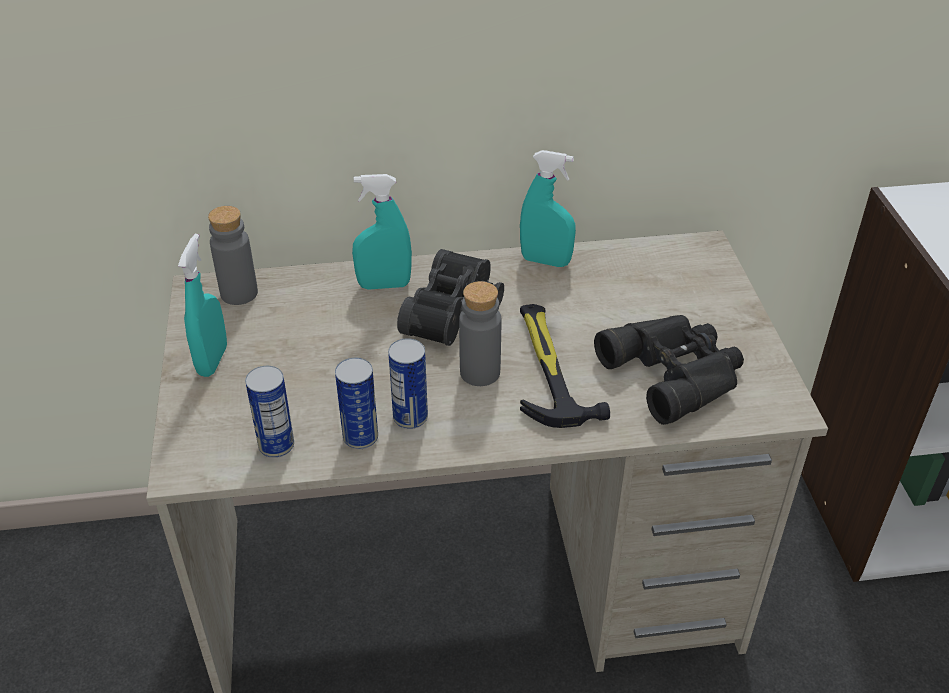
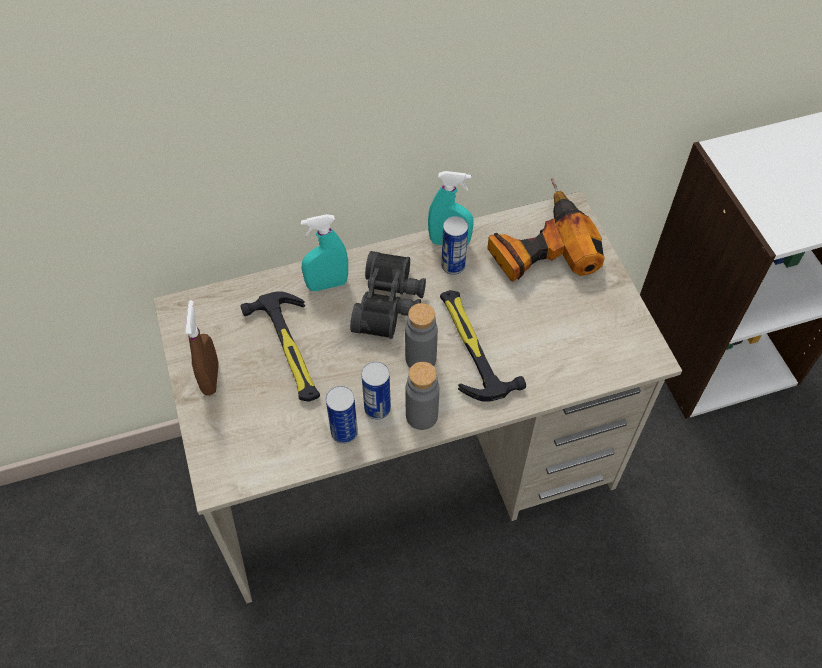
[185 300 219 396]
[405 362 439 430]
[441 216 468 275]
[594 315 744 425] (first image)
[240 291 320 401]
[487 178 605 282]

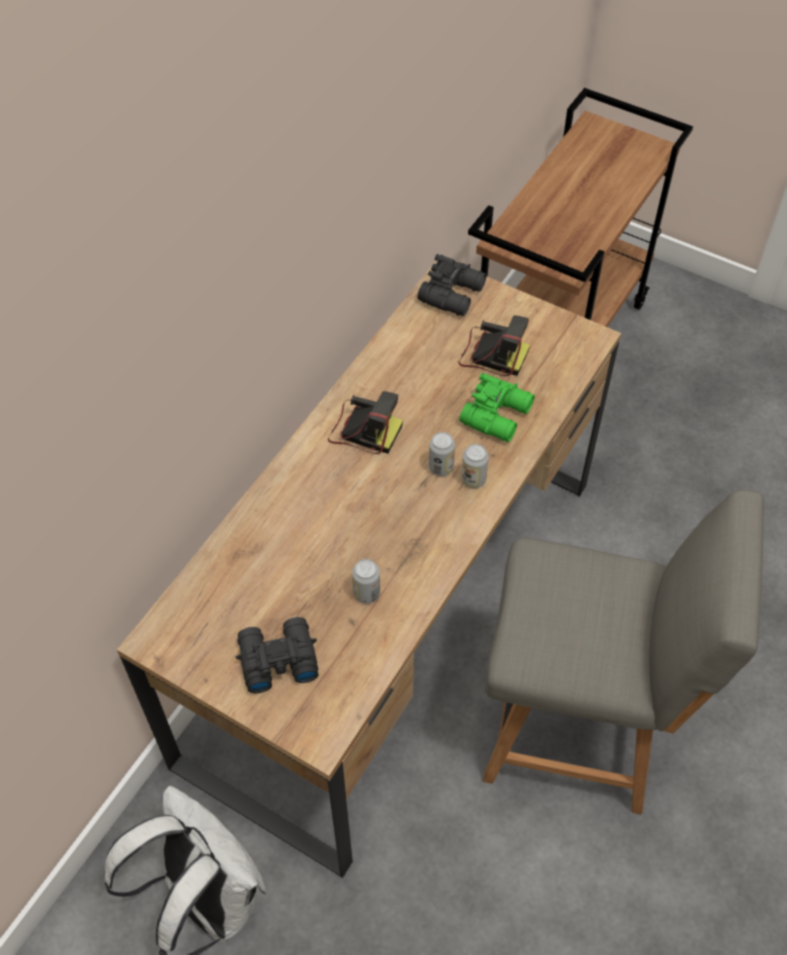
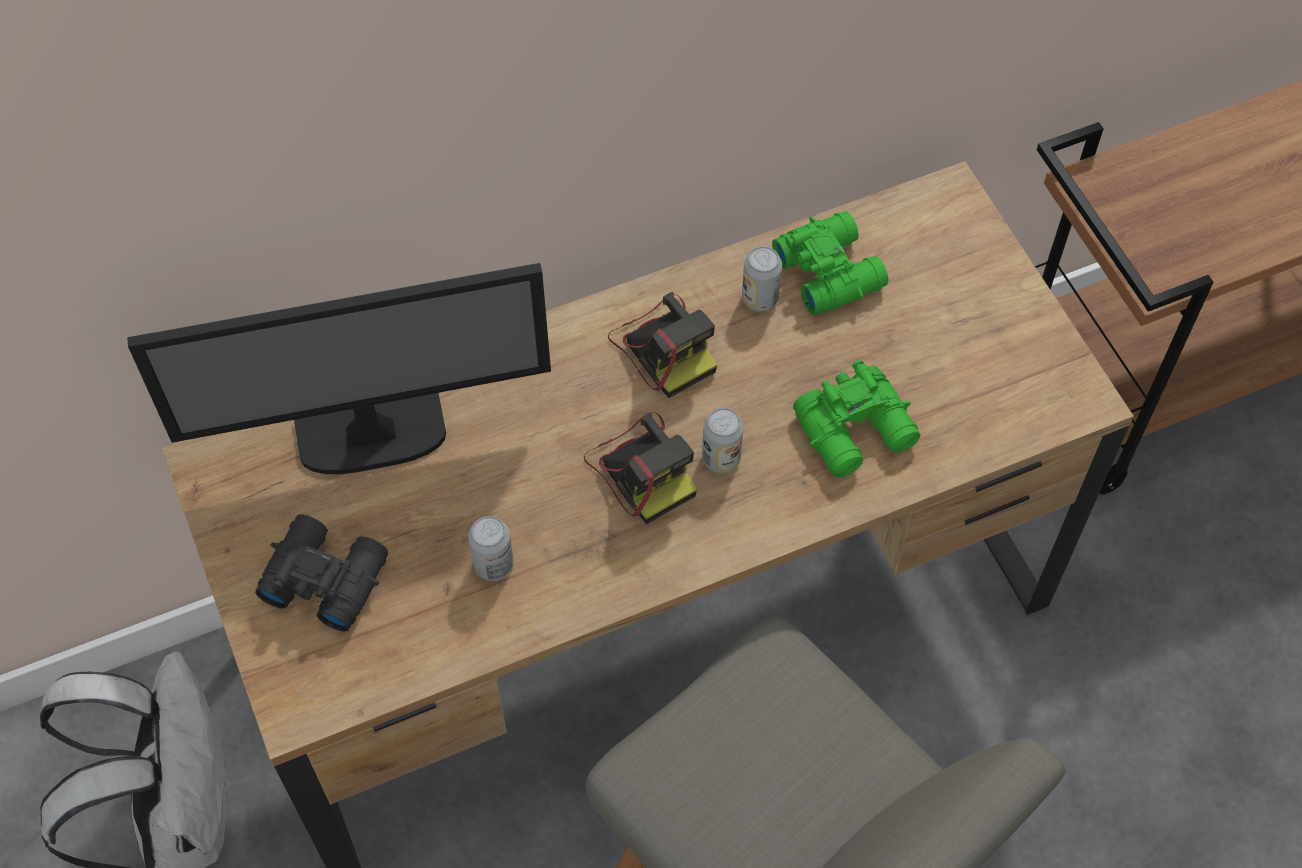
[417 254 486 316] (first image)
[584 412 697 524]
[742 246 782 312]
[127 263 551 474]
[772 211 888 315]

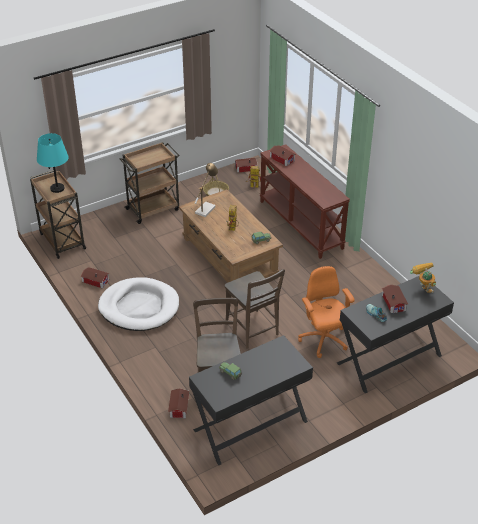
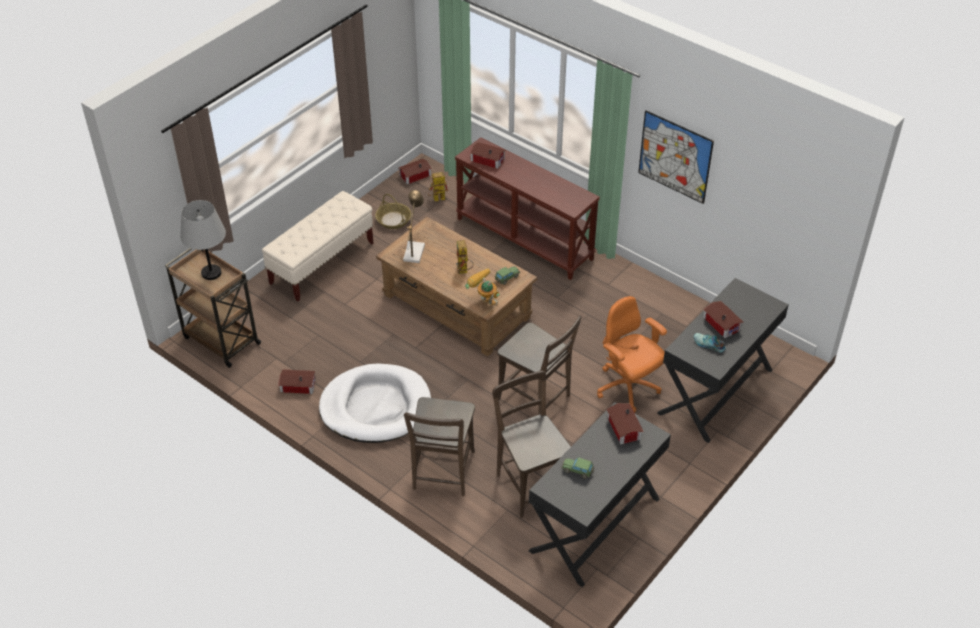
[180 200 226 280]
[262 191 373 301]
[607 403 644 445]
[465 268 500 305]
[404 397 475 496]
[638 110 714 204]

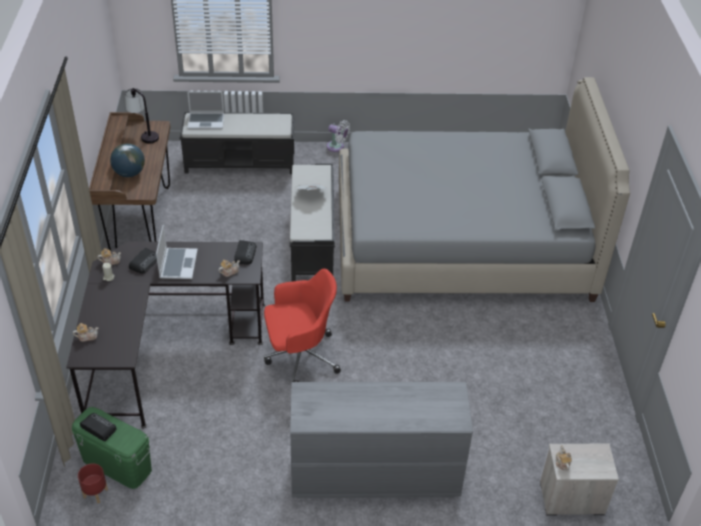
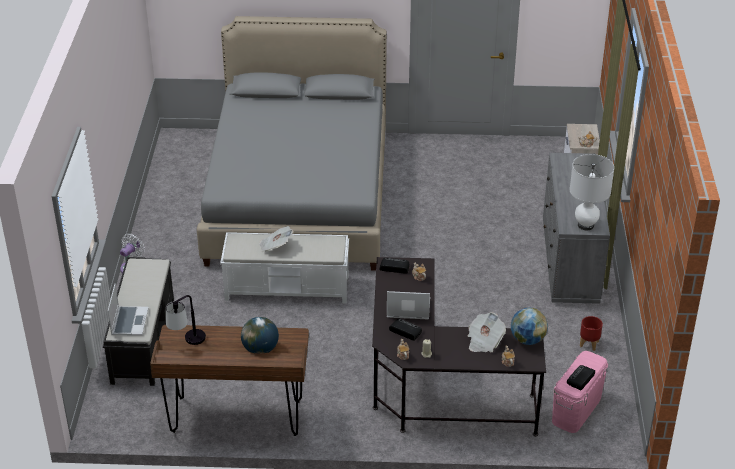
[552 351 608 433]
[580 316 603 351]
[264 269 341 382] (first image)
[220 232 349 303]
[468 312 506 353]
[511 308 548 345]
[570 154 614 231]

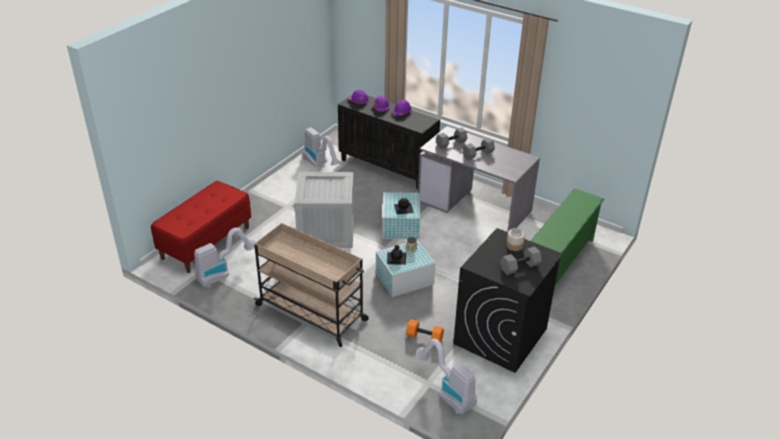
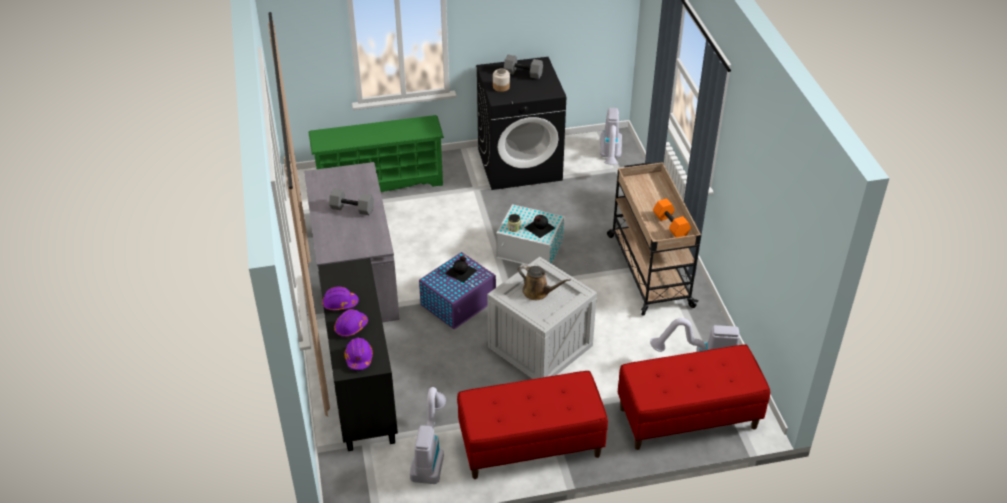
[419 252 496 330]
[653 198 691 237]
[436 128 468 149] (first image)
[457 371 608 479]
[517 264 570 300]

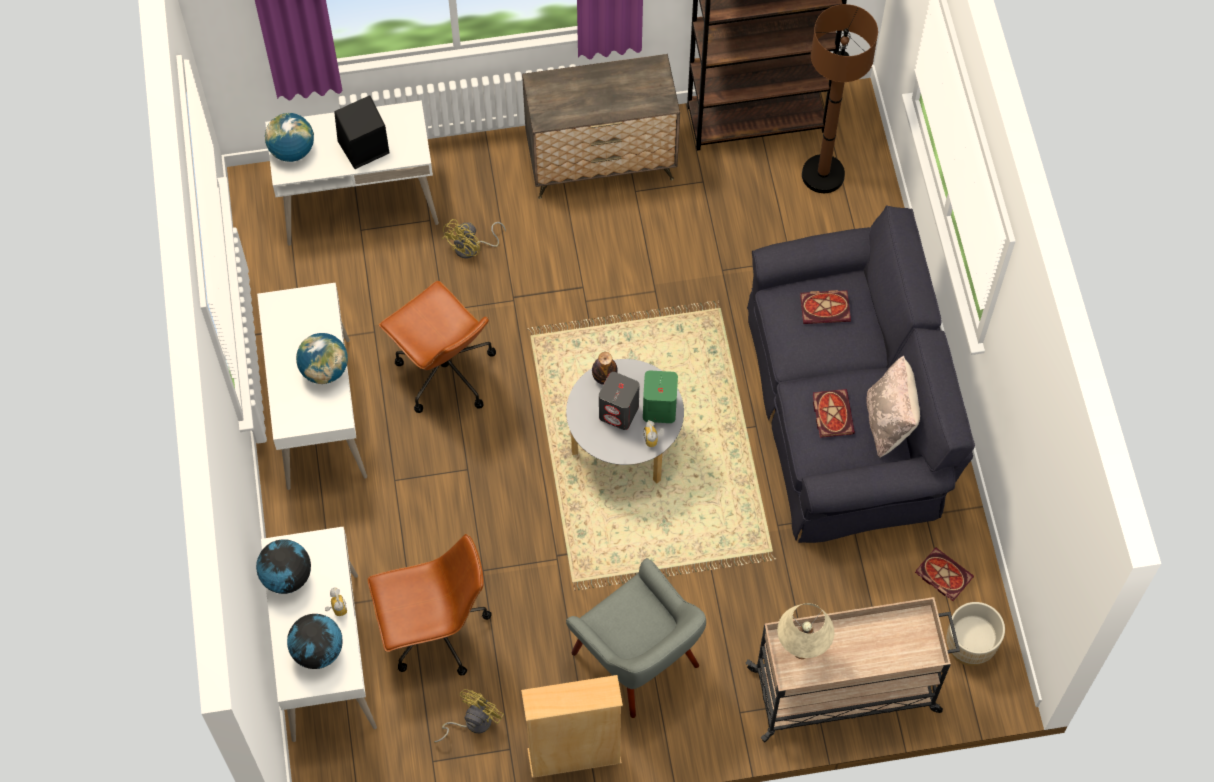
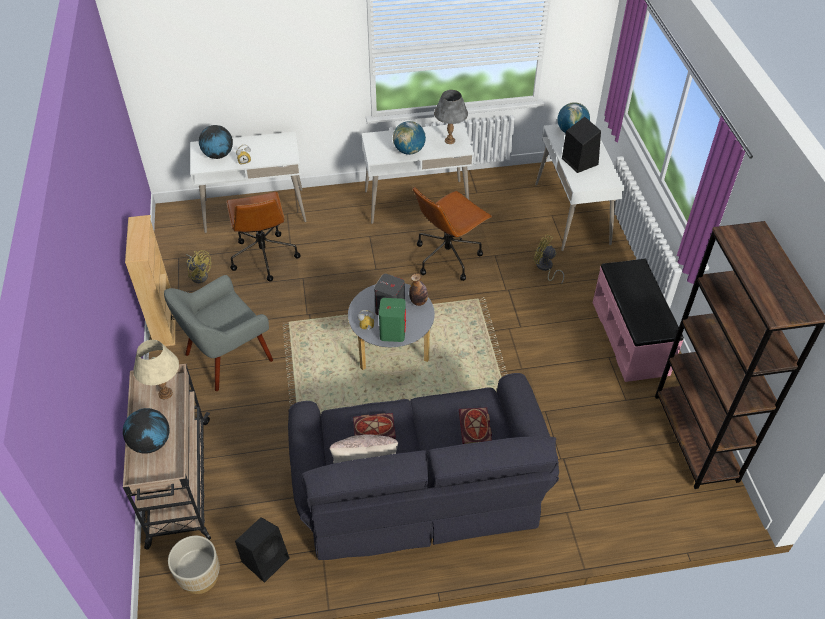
[123 408 170 454]
[593 259 684 382]
[802 4 878 193] (first image)
[235 517 290 583]
[434 90 468 144]

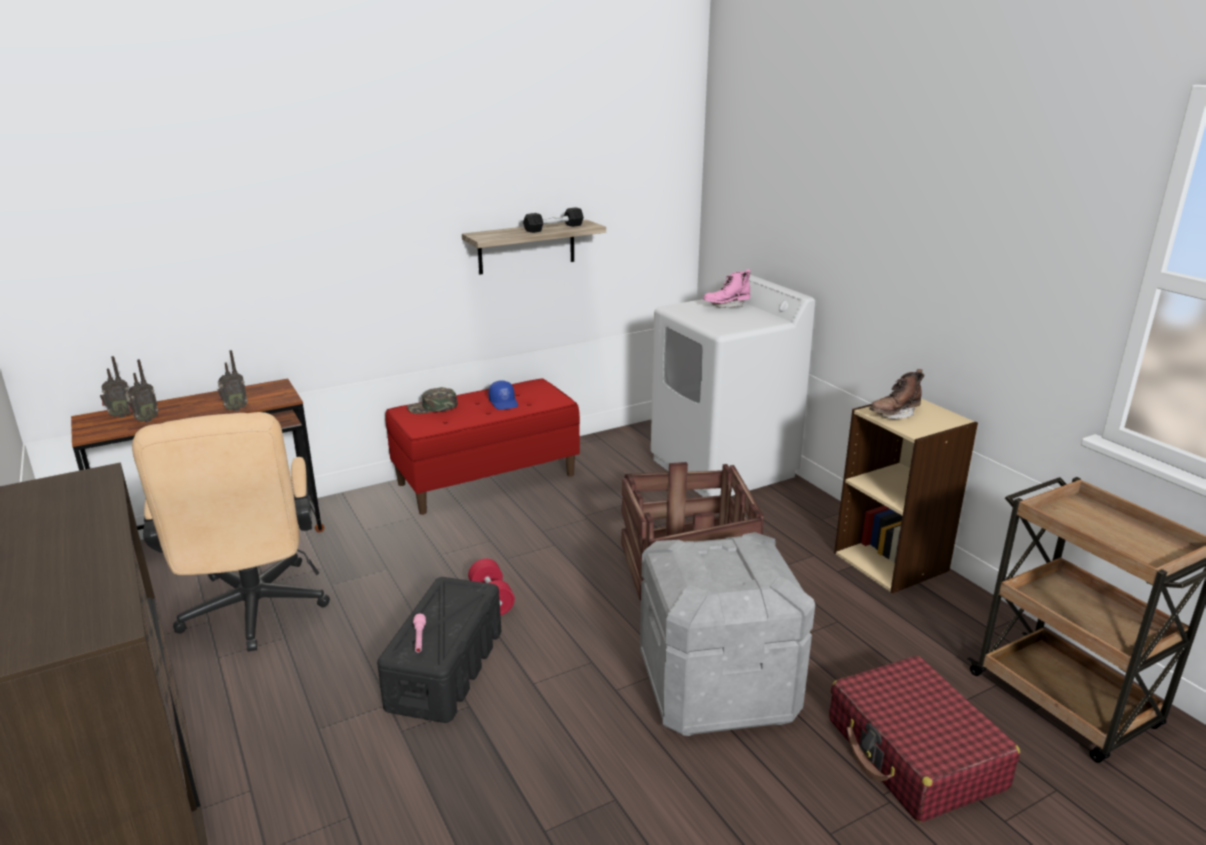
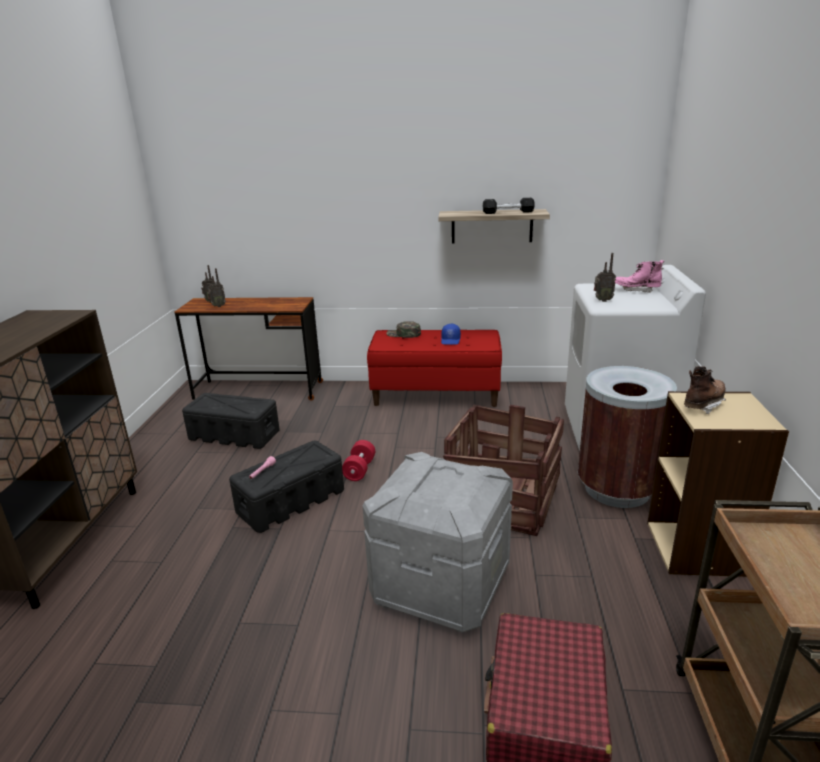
[182 393 280 449]
[594 253 616 302]
[684 366 726 414]
[578 366 677 508]

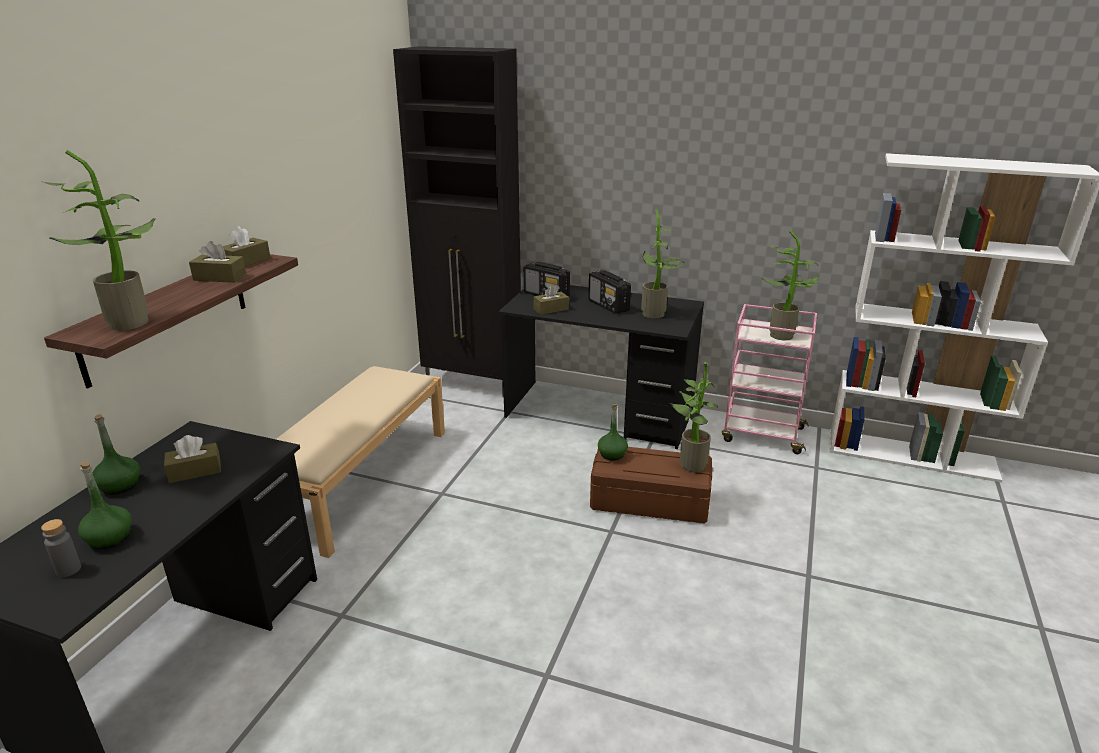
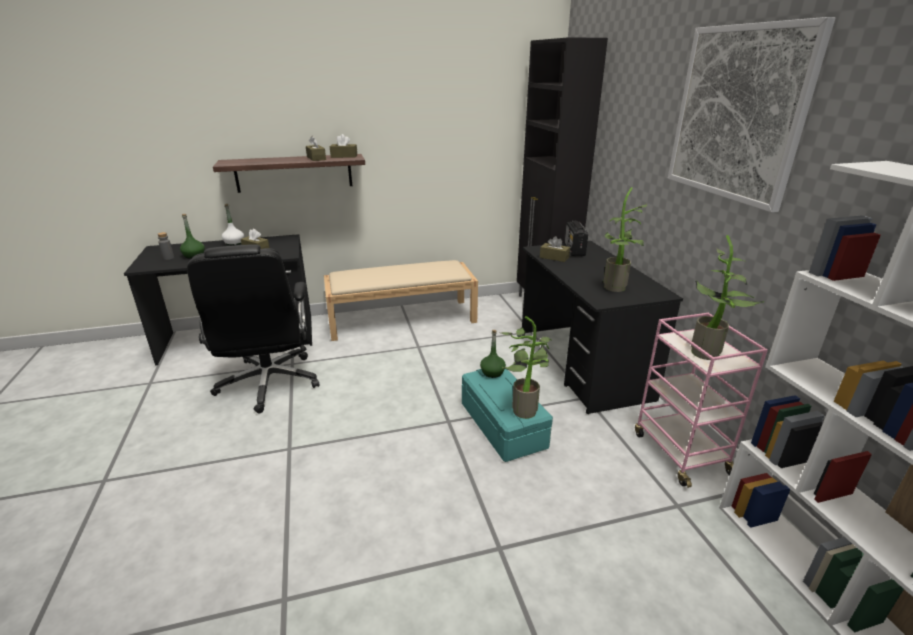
[41 150 156 330] (first image)
[222 204 244 246]
[588 270 631 314] (first image)
[462 367 553 462]
[187 244 320 414]
[668 17 836 213]

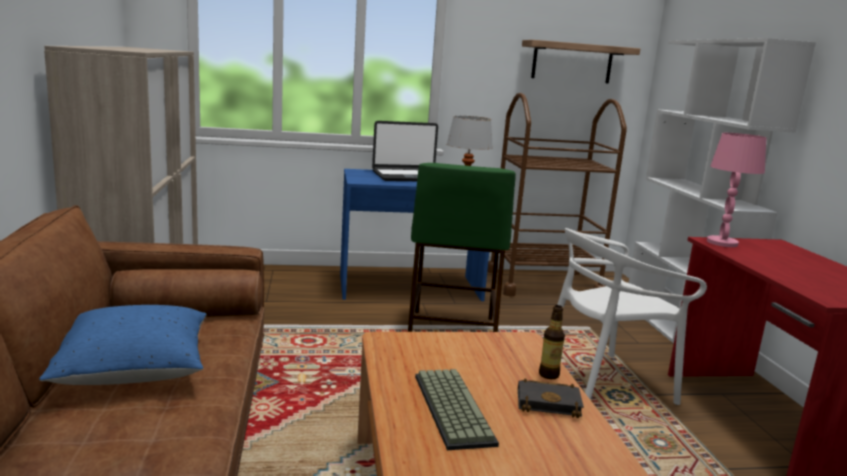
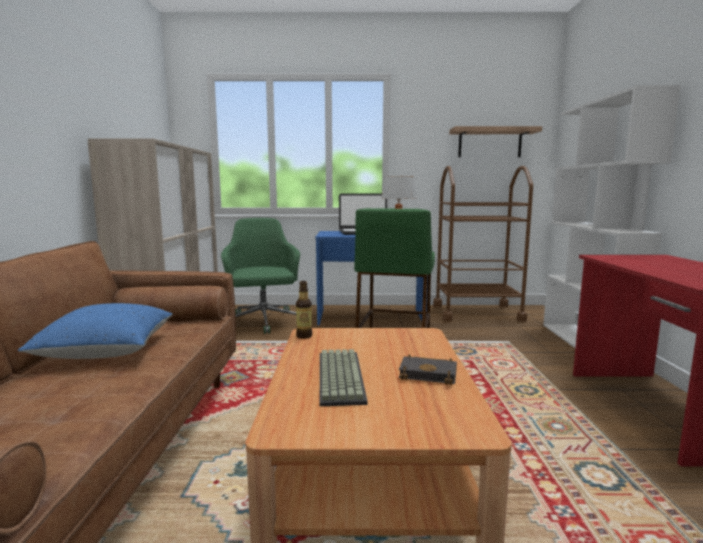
[296 281 312 339]
[557 228 707 405] (first image)
[707 133 766 247] (first image)
[221 218 300 334]

